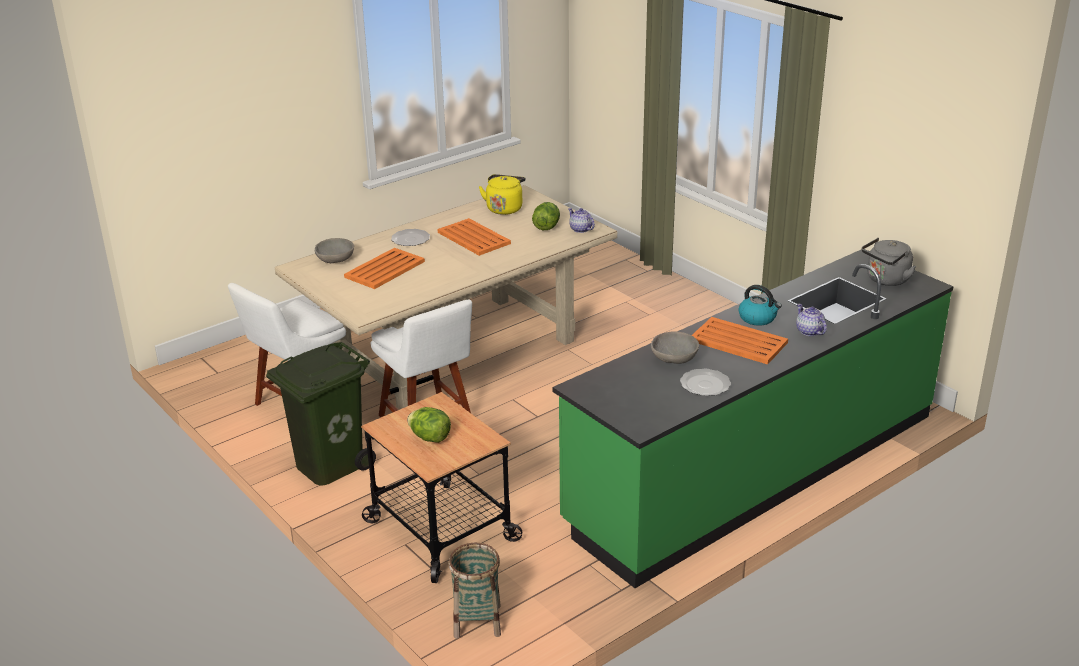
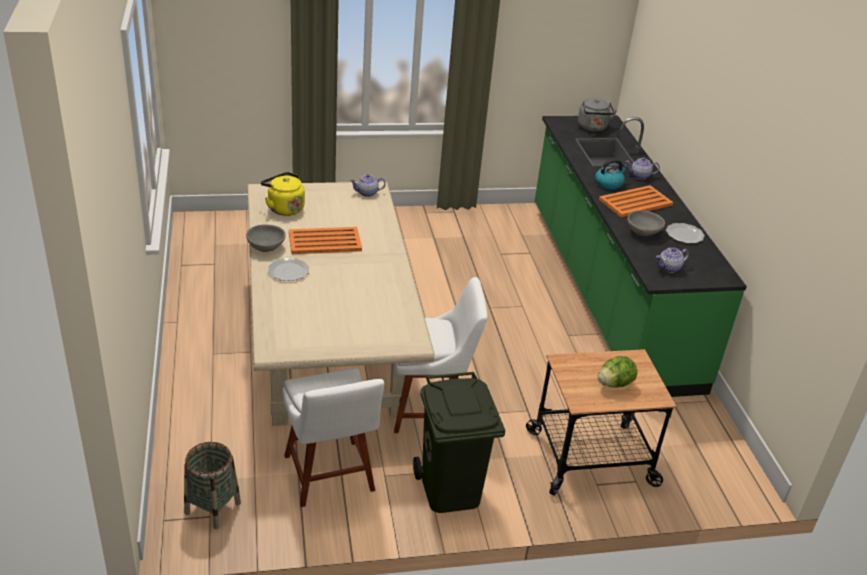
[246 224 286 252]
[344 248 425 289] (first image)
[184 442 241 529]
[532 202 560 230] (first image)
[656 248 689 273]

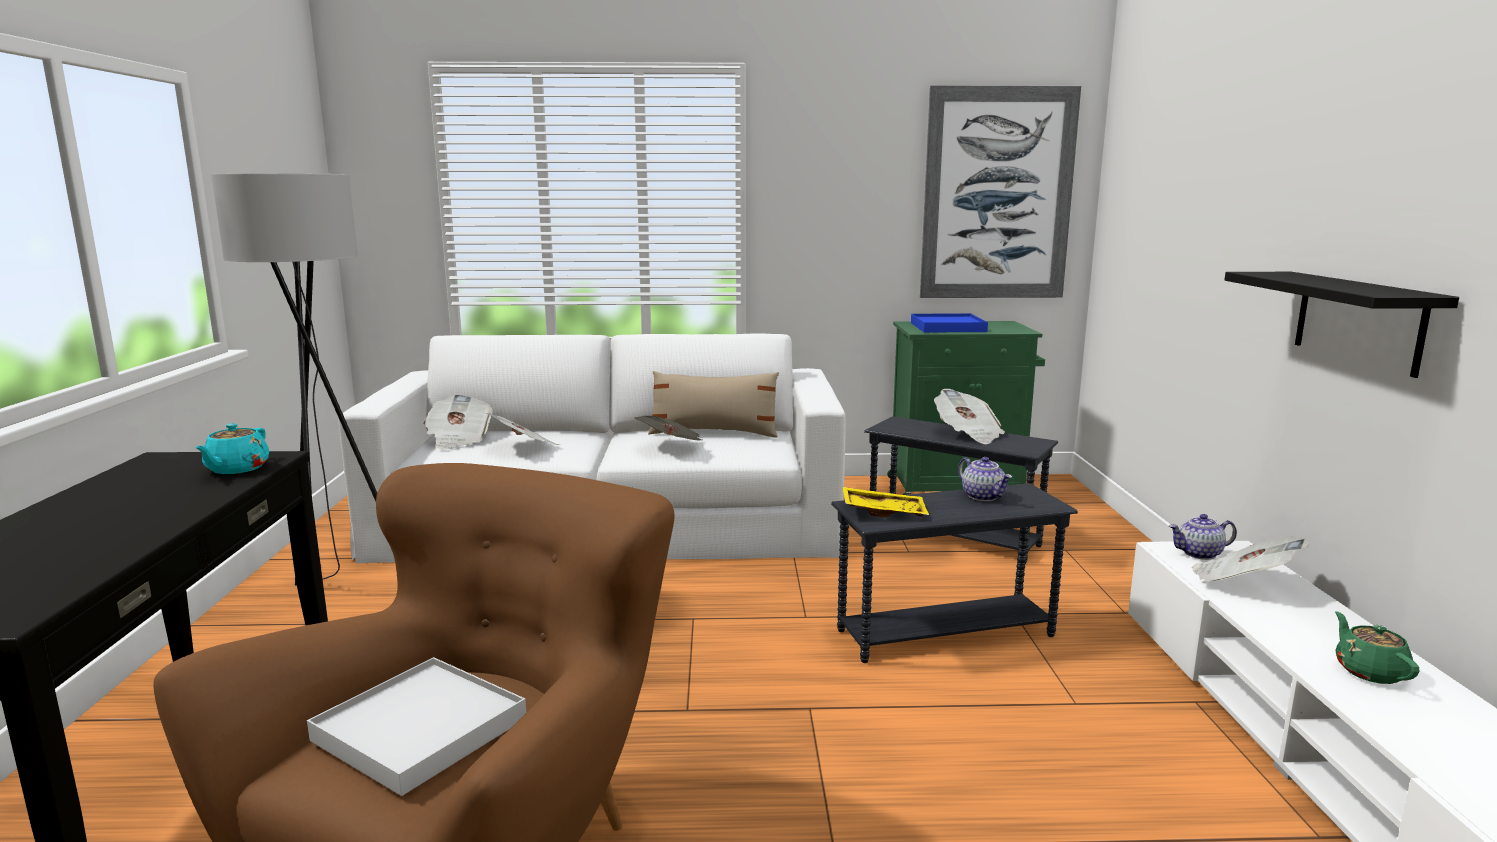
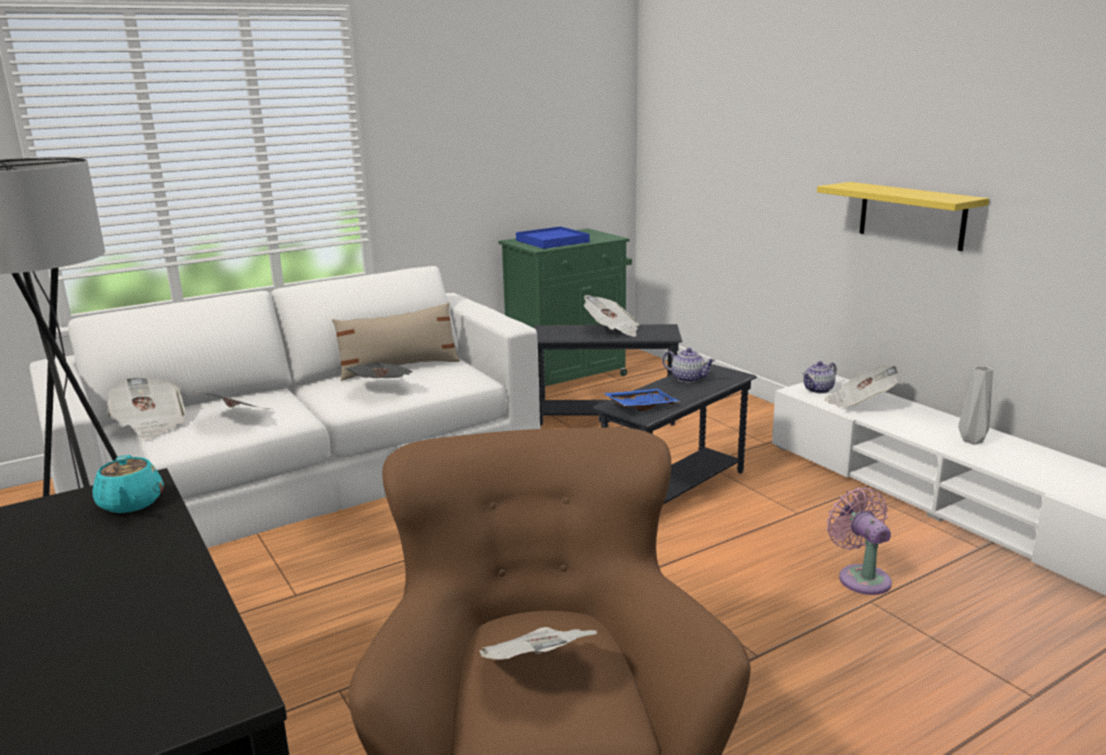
[479 627 598 660]
[604 389 680 411]
[920 86 1081 298] (first image)
[817 182 989 251]
[958 366 993 444]
[826 488 892 595]

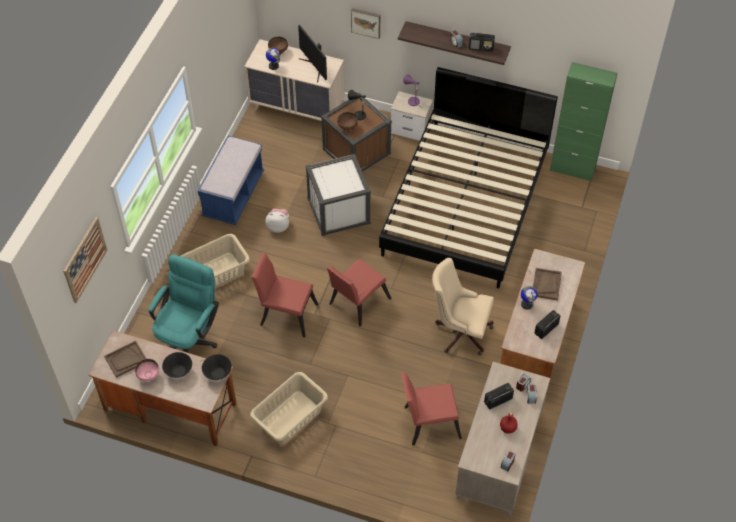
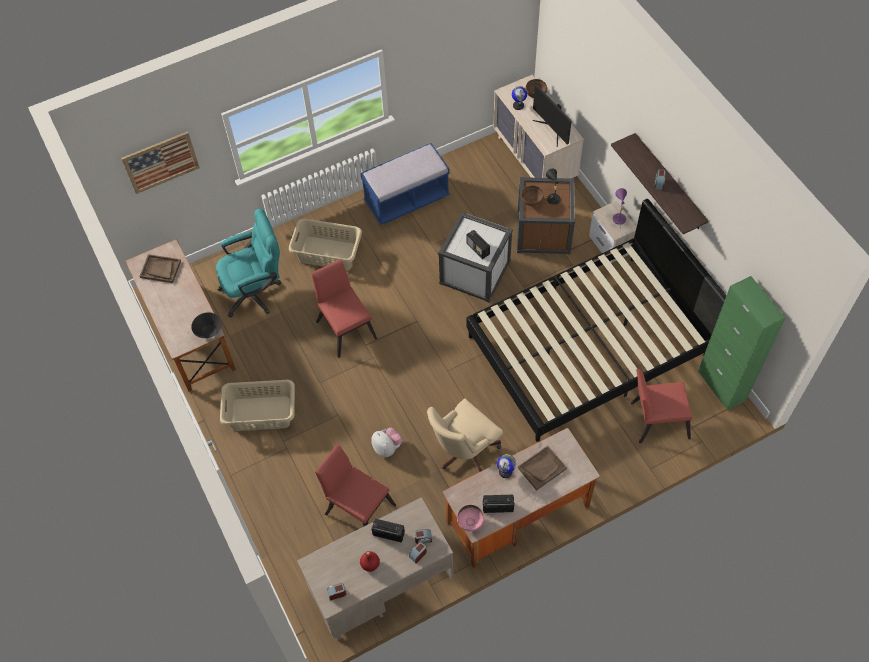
[457 505 484 532]
[162 352 192 378] (first image)
[371 428 403 457]
[533 84 571 147]
[631 369 692 443]
[351 8 380 39] (first image)
[427 398 503 472]
[466 230 490 259]

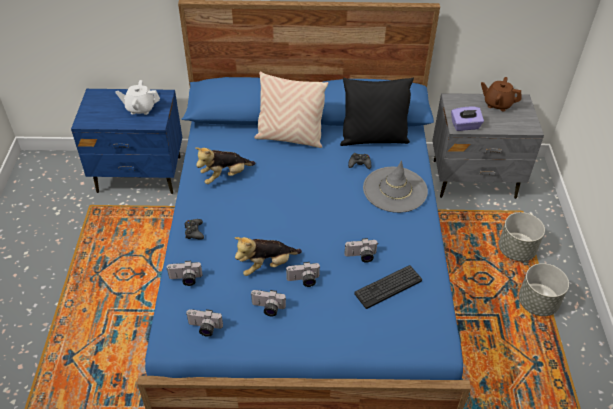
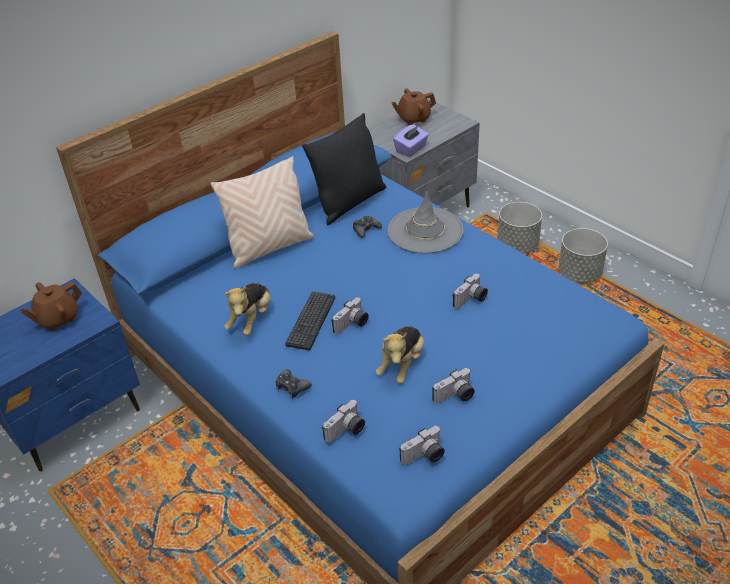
[19 281 82 331]
[331 298 369 334]
[285 291 335 350]

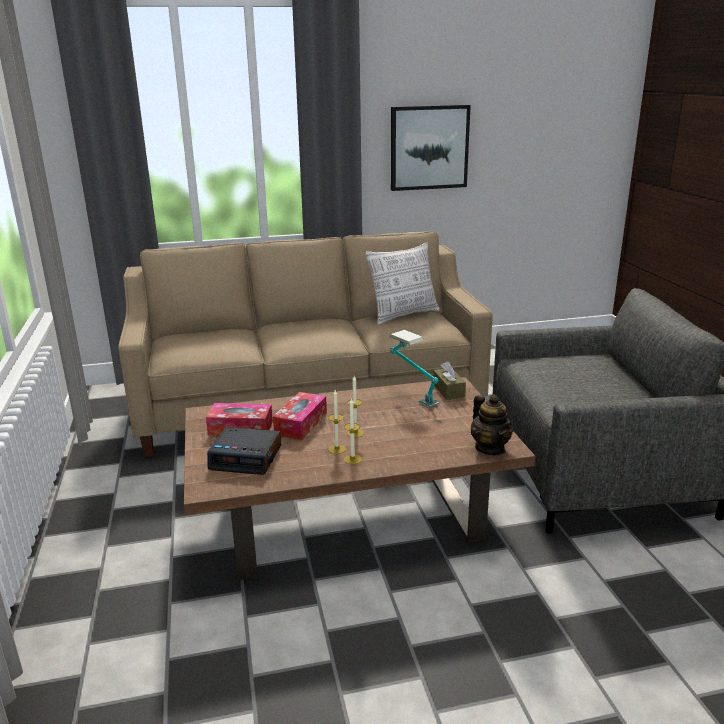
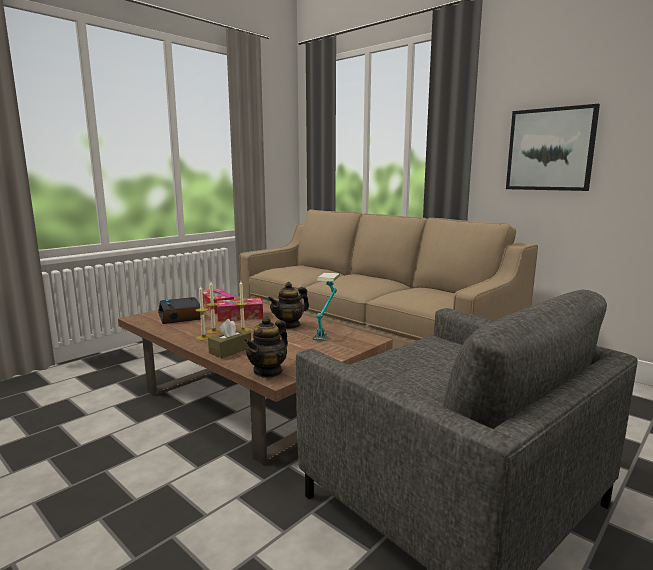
[365 242 440 325] (first image)
[208 319 251 359]
[268 282 309 329]

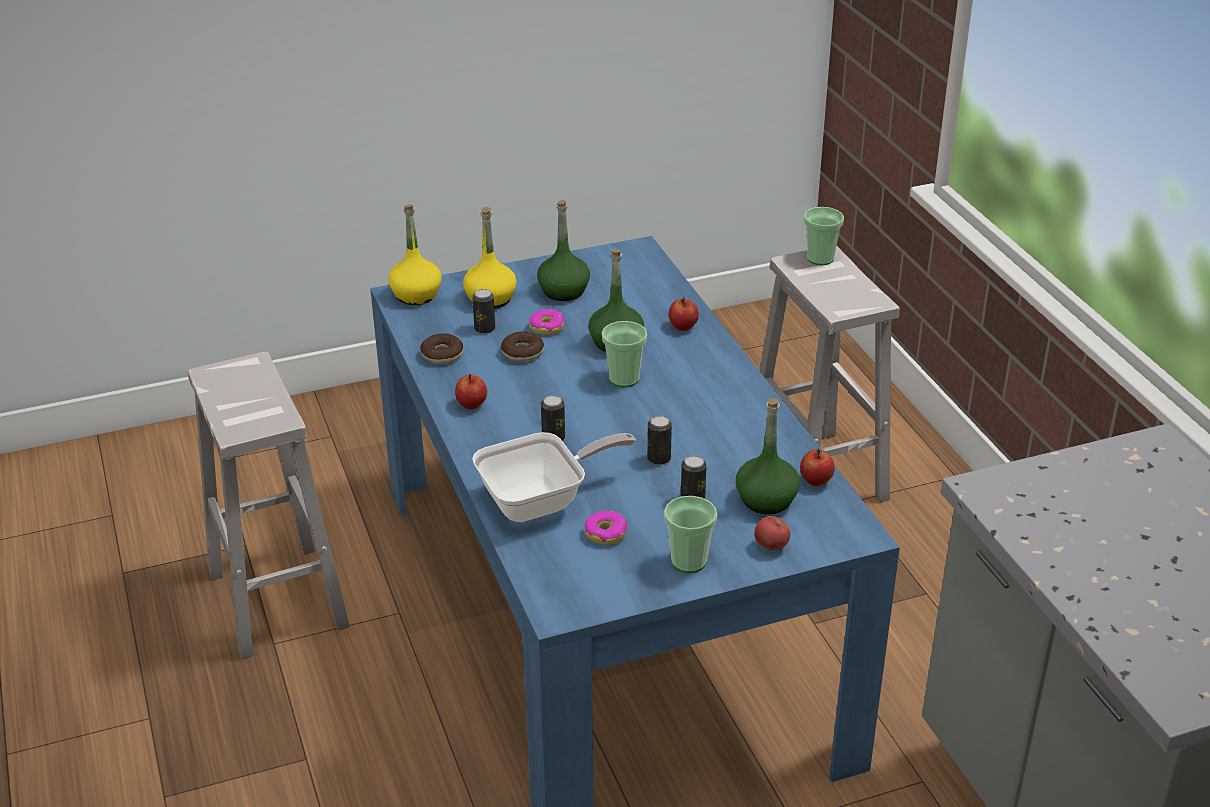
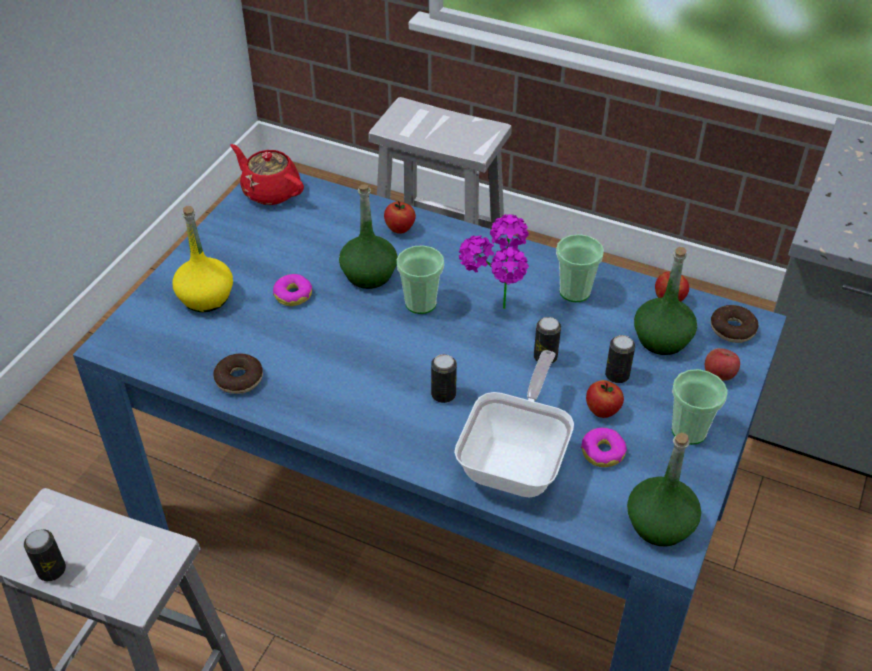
[388 204 442 305] (first image)
[586 380 624 418]
[24 529 66 581]
[711 305 759 343]
[627 433 701 547]
[556 234 604 302]
[230 144 304 205]
[459 214 529 309]

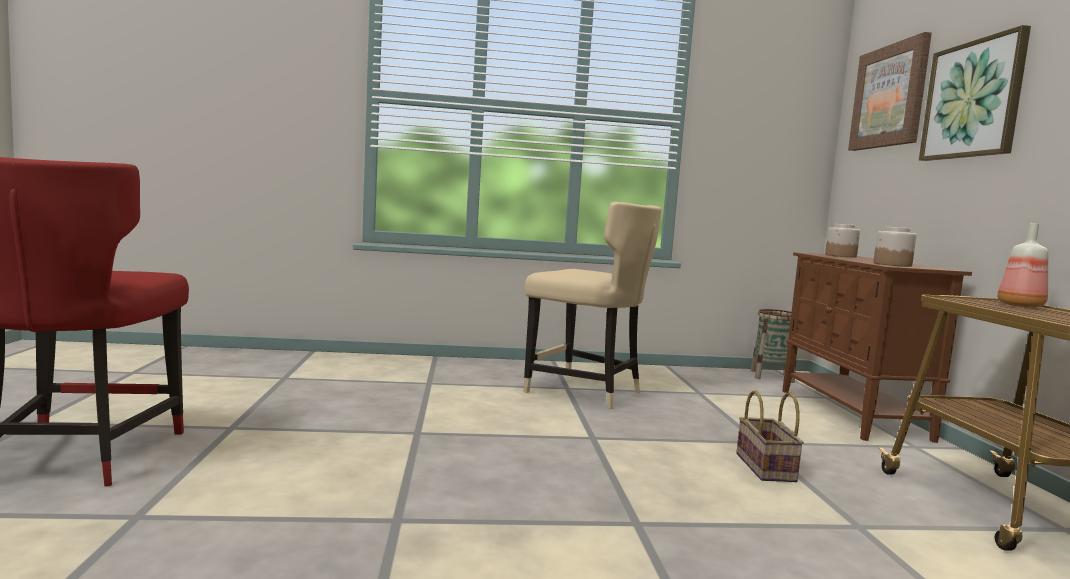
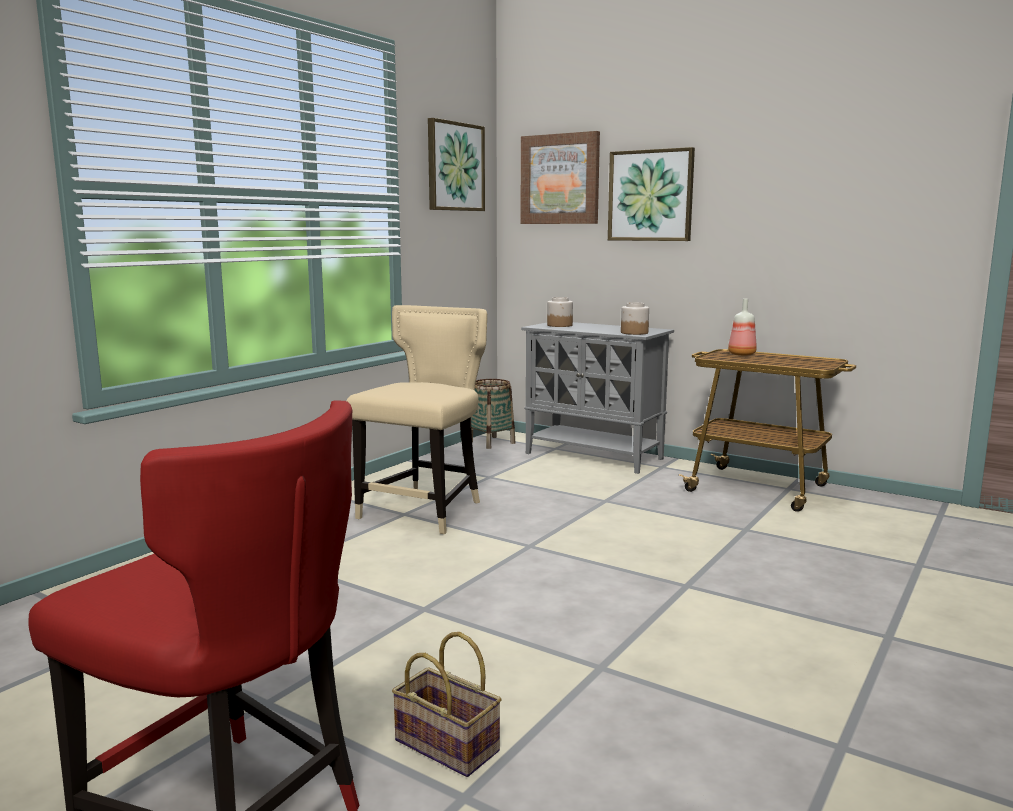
[347 305 487 534]
[392 632 502 777]
[521 322 674 474]
[428 118 485 211]

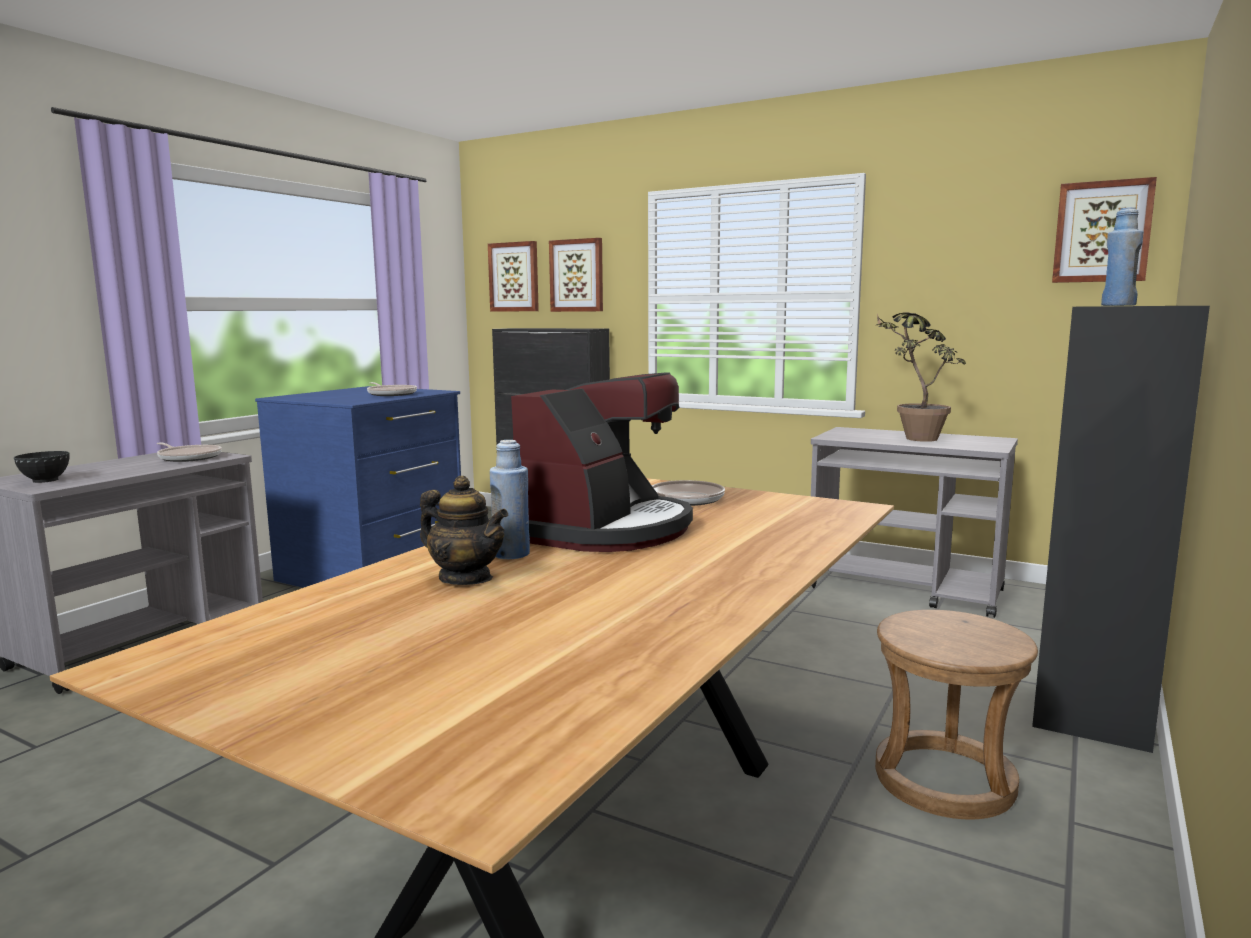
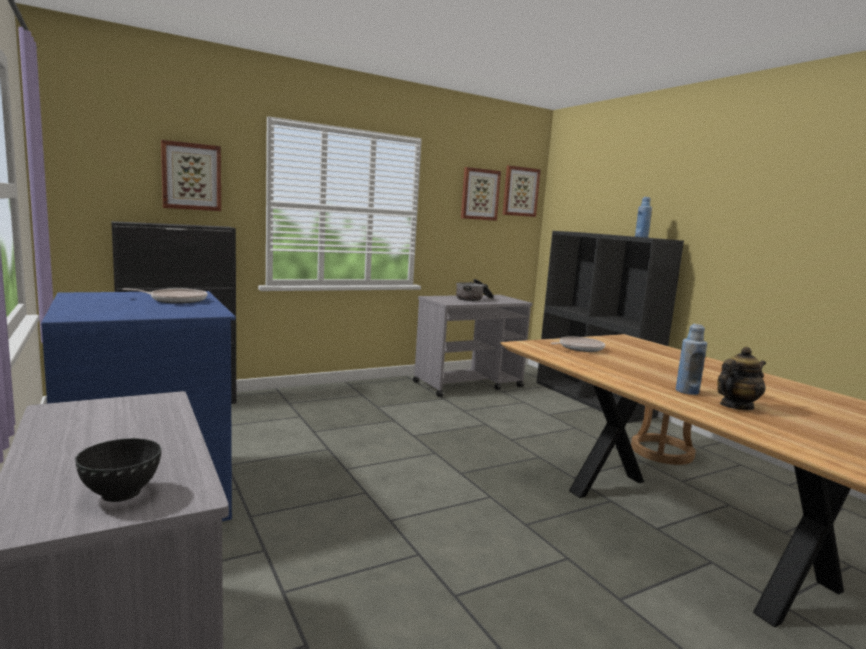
[157 442 222 462] (first image)
[461 167 501 221]
[511 372 693 552] (first image)
[456 279 494 301]

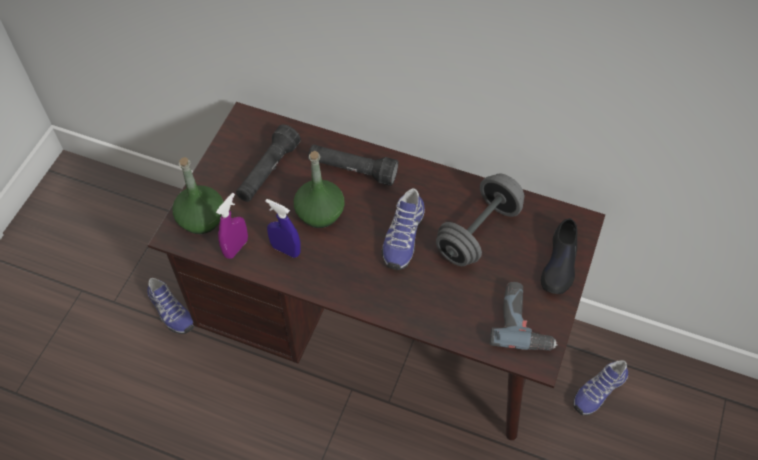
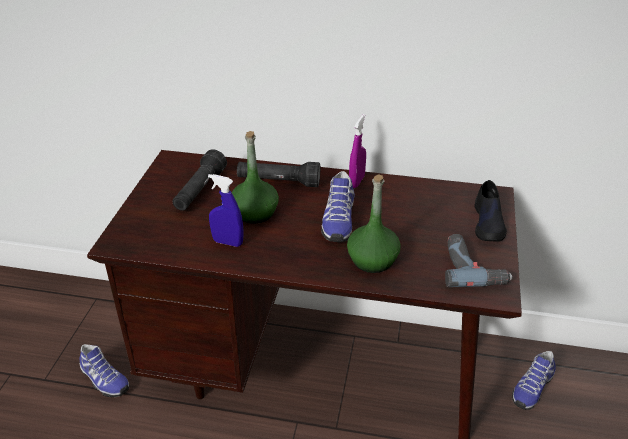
[347 174 401 273]
[349 114 366 188]
[436 174 524 266] (first image)

